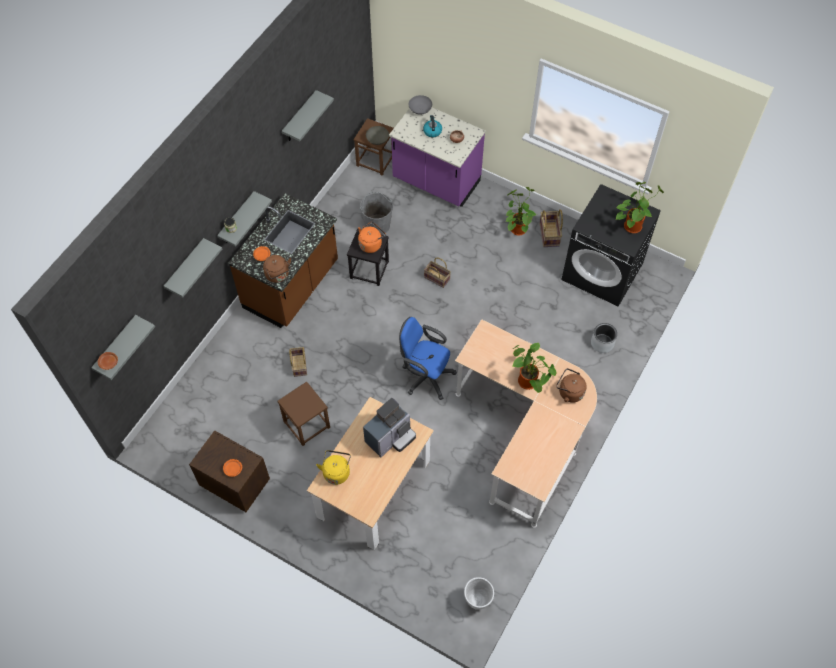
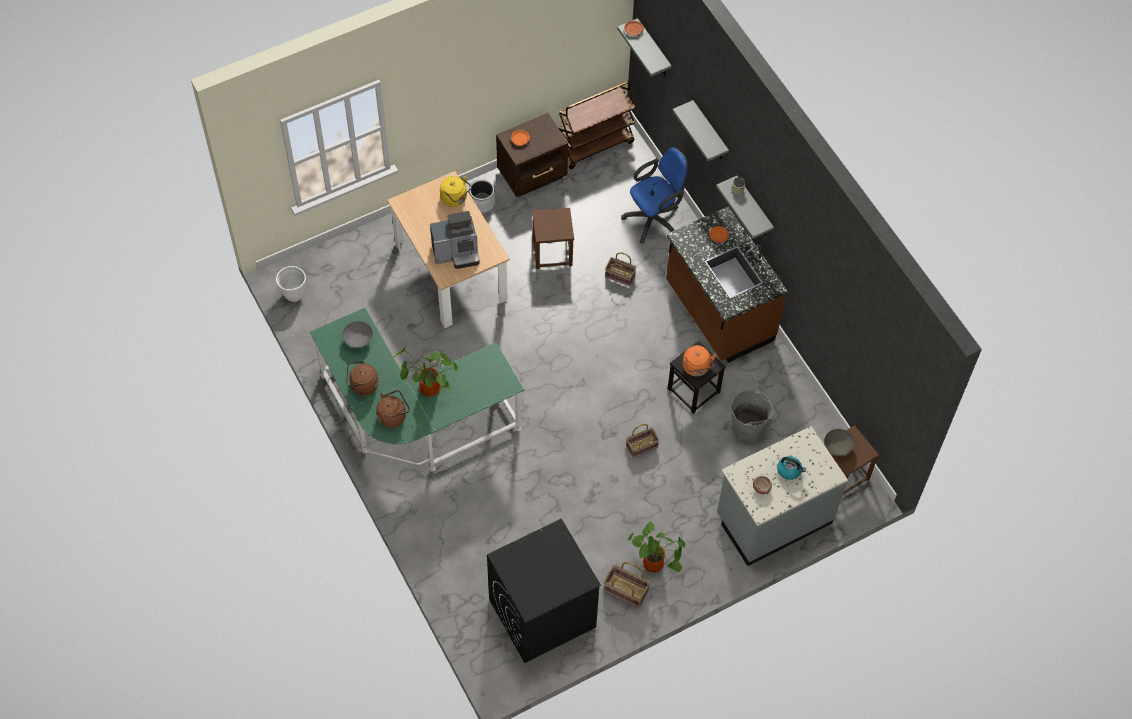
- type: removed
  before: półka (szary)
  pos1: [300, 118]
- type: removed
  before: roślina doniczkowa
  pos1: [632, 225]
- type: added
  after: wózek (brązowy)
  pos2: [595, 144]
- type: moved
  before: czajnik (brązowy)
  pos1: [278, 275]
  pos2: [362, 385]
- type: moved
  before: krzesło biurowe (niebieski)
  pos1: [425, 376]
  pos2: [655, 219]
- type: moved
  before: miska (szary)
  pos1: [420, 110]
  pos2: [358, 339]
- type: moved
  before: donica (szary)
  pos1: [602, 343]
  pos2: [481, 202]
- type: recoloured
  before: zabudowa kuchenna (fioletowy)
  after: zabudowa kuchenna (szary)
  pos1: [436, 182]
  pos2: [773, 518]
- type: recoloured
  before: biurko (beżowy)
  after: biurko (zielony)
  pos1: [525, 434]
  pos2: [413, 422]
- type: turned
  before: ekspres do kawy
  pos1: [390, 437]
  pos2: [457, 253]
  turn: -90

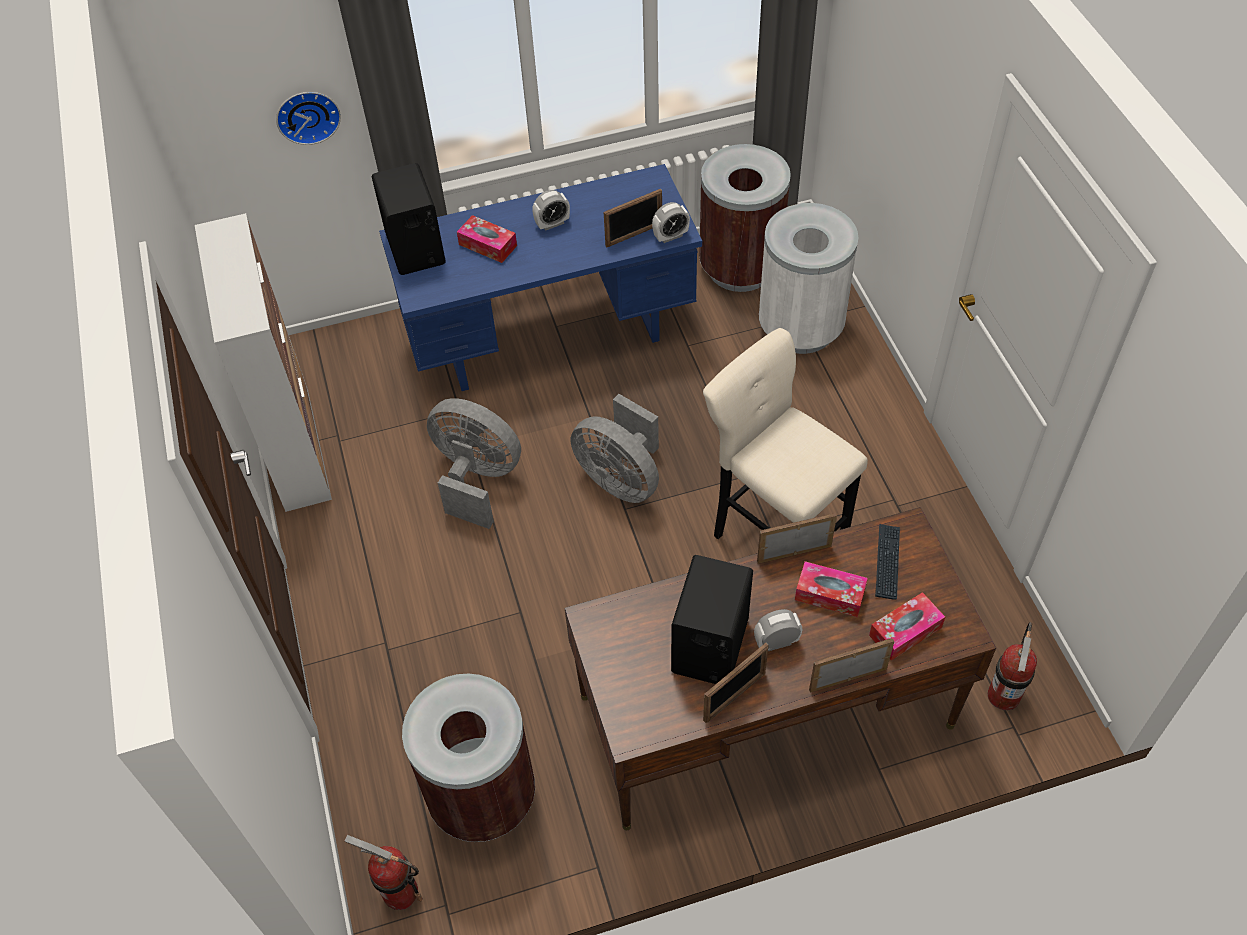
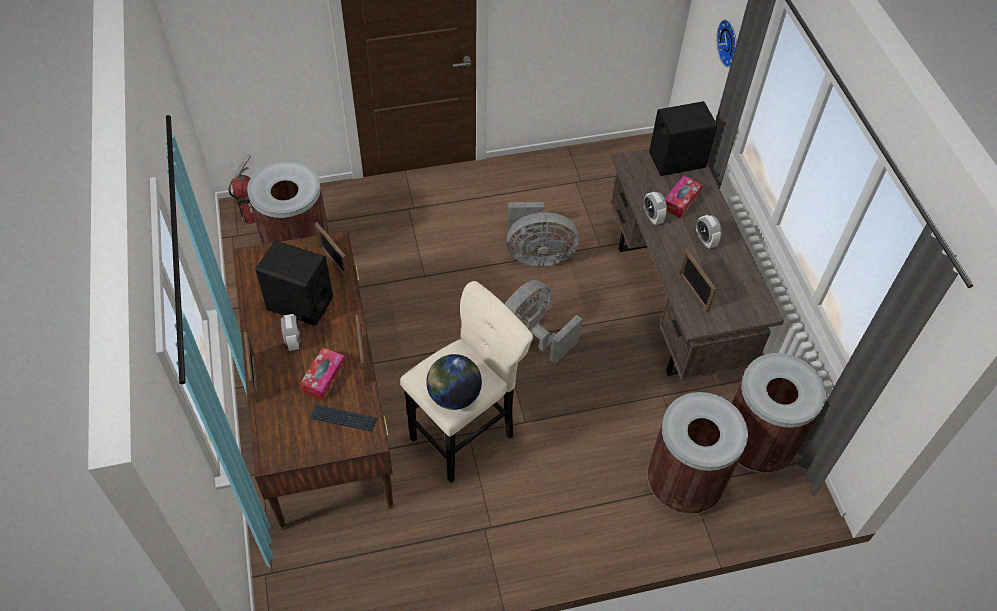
- type: removed
  before: szafka
  pos1: [297, 448]
- type: removed
  before: pudełko chusteczek
  pos1: [905, 631]
- type: removed
  before: gaśnica
  pos1: [1004, 695]
- type: added
  after: globus
  pos2: [454, 396]
- type: moved
  before: budzik
  pos1: [670, 236]
  pos2: [652, 217]
- type: moved
  before: ramka na zdjęcie
  pos1: [735, 696]
  pos2: [334, 263]
- type: recoloured
  before: biurko (niebieski)
  after: biurko (brązowy)
  pos1: [551, 335]
  pos2: [674, 304]
- type: recoloured
  before: kosz na śmieci (biały)
  after: kosz na śmieci (brązowy)
  pos1: [801, 328]
  pos2: [683, 484]
- type: turned
  before: wentylator (szary)
  pos1: [476, 479]
  pos2: [537, 255]
  turn: 60

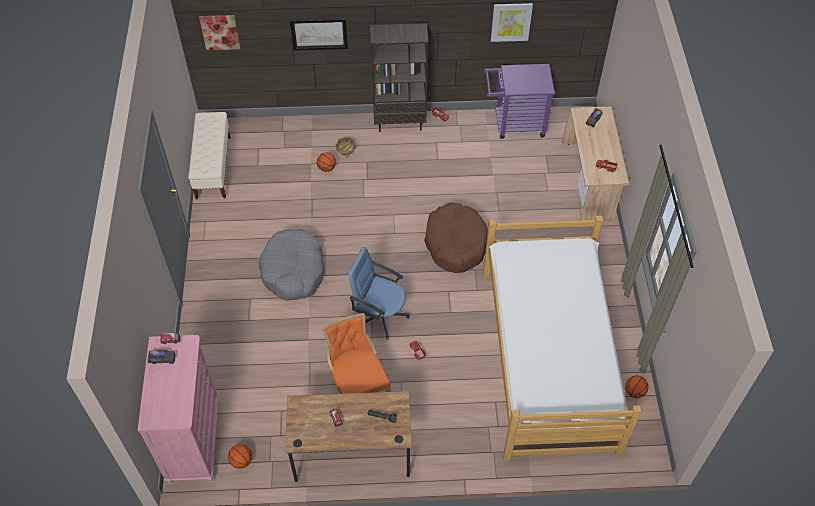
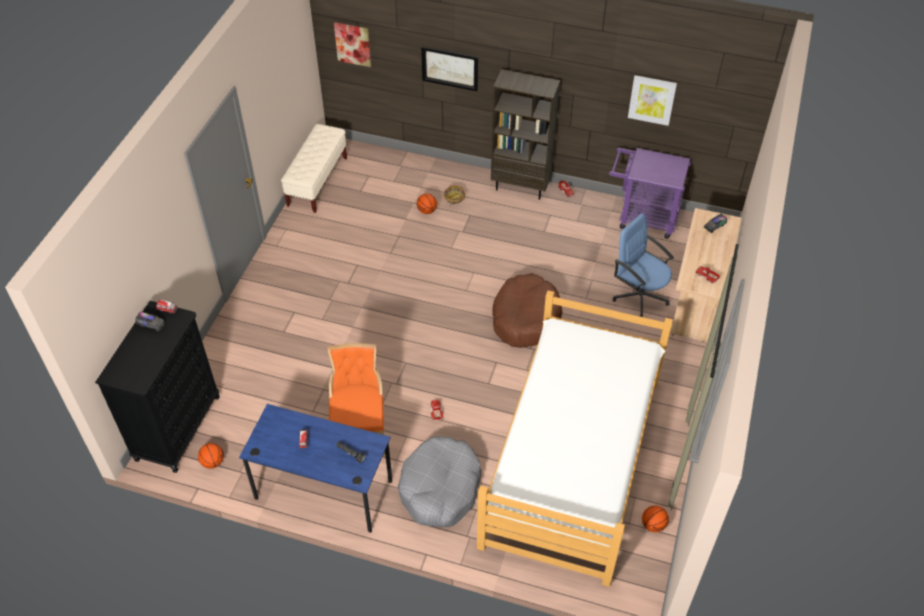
- type: moved
  before: legowisko (szary)
  pos1: [293, 271]
  pos2: [440, 488]
- type: moved
  before: krzesło biurowe (niebieski)
  pos1: [380, 315]
  pos2: [639, 295]
- type: recoloured
  before: komoda (różowy)
  after: komoda (czarny)
  pos1: [194, 440]
  pos2: [178, 428]
- type: recoloured
  before: biurko (brązowy)
  after: biurko (niebieski)
  pos1: [351, 452]
  pos2: [323, 489]

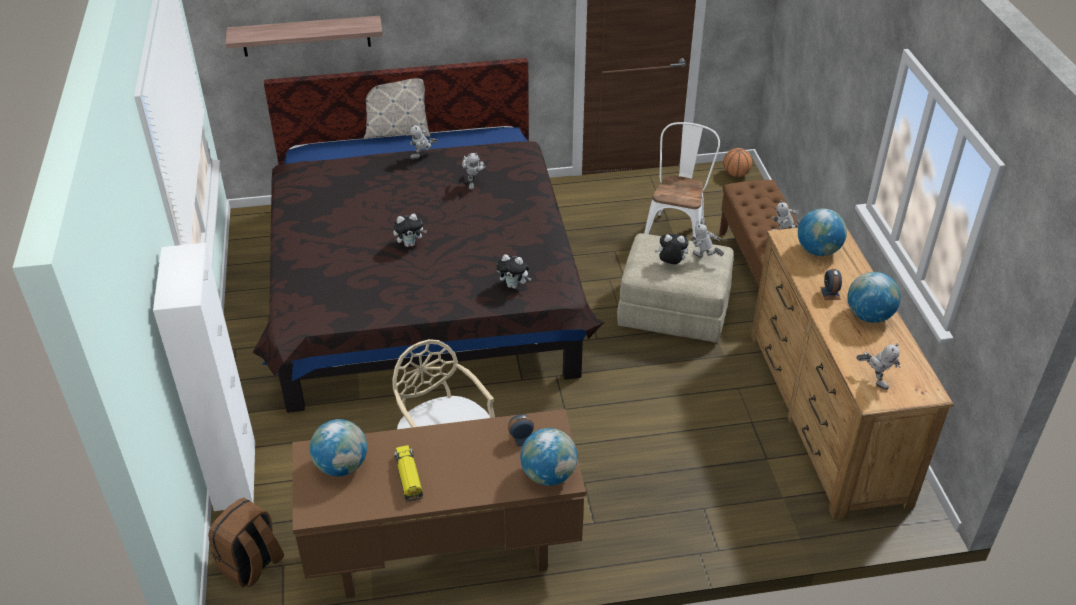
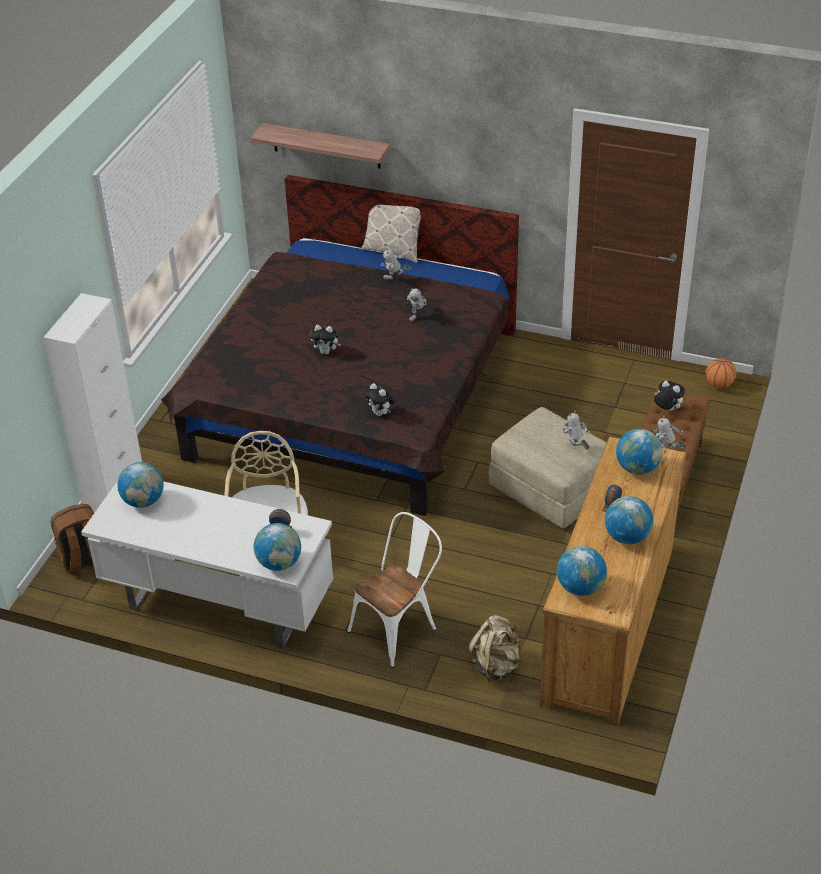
- type: removed
  before: ciężarówka zabawkowa
  pos1: [408, 477]
- type: added
  after: plecak (beżowy)
  pos2: [496, 665]
- type: moved
  before: krzesło (biały)
  pos1: [677, 231]
  pos2: [398, 628]
- type: moved
  before: pluszak
  pos1: [670, 264]
  pos2: [667, 409]
- type: replaced
  before: robot zabawkowy
  after: globus
  pos1: [874, 379]
  pos2: [580, 587]
- type: recoloured
  before: biurko (brązowy)
  after: biurko (biały)
  pos1: [443, 554]
  pos2: [217, 606]

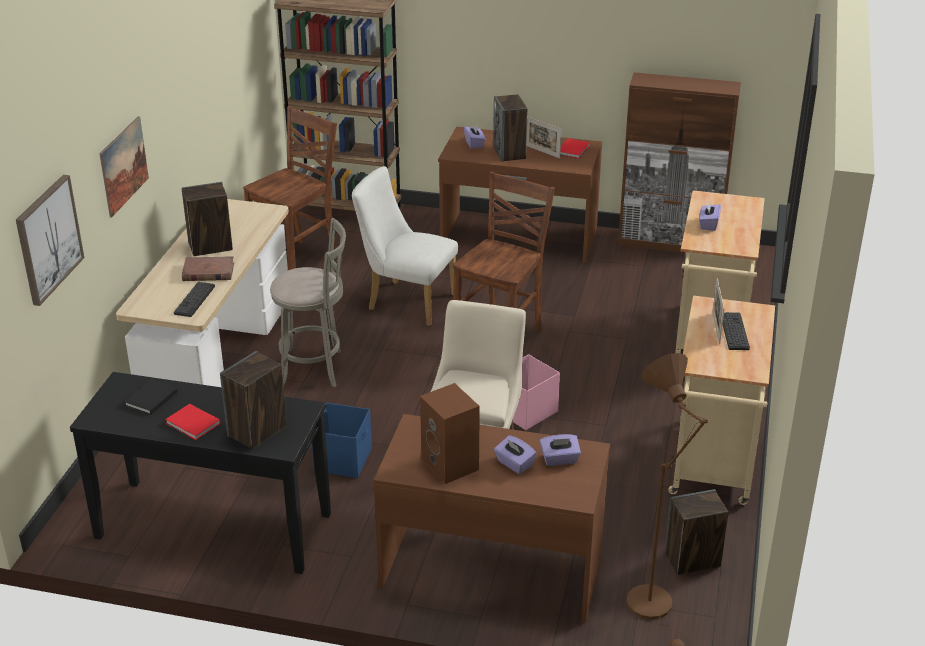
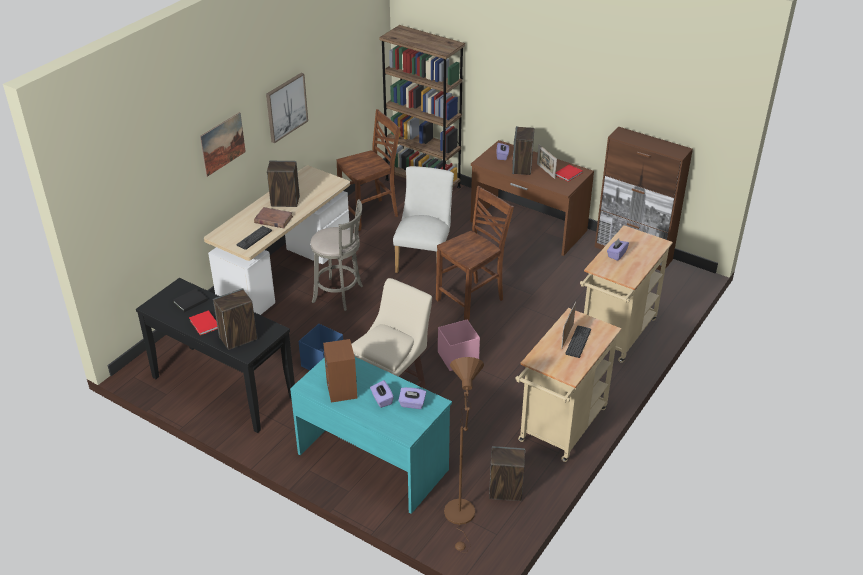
- type: moved
  before: obraz
  pos1: [48, 239]
  pos2: [286, 107]
- type: recoloured
  before: biurko (brązowy)
  after: biurko (turkusowy)
  pos1: [492, 568]
  pos2: [373, 460]
- type: turned
  before: krzesło (biały)
  pos1: [406, 301]
  pos2: [424, 259]
  turn: 60

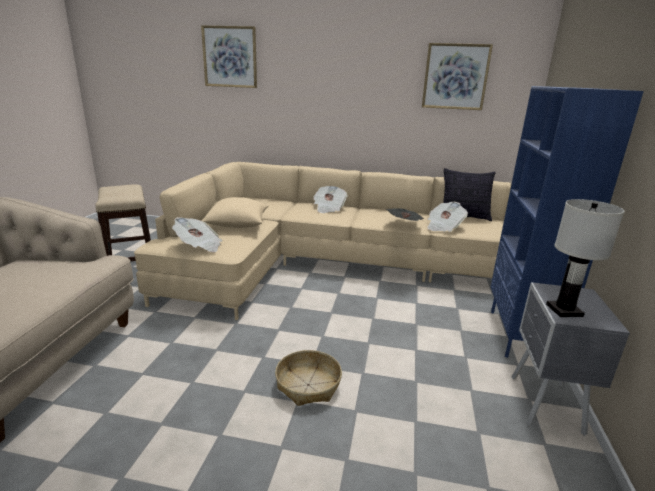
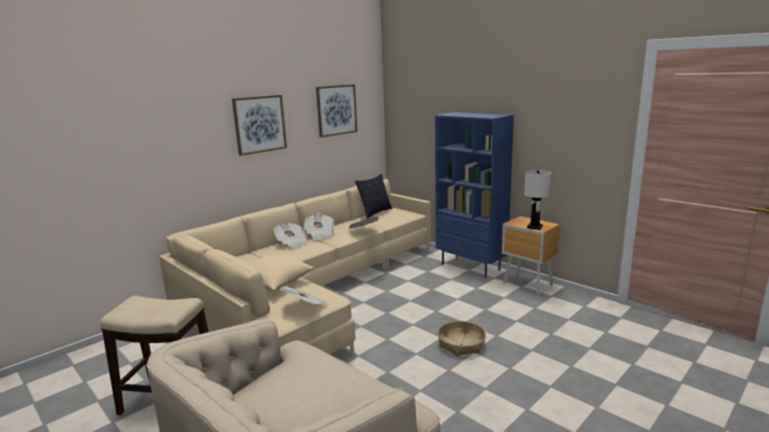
- type: moved
  before: obraz
  pos1: [230, 57]
  pos2: [259, 124]
- type: moved
  before: gazeta
  pos1: [443, 227]
  pos2: [319, 235]
- type: recoloured
  before: szafka nocna (szary)
  after: szafka nocna (brązowy)
  pos1: [544, 405]
  pos2: [528, 285]

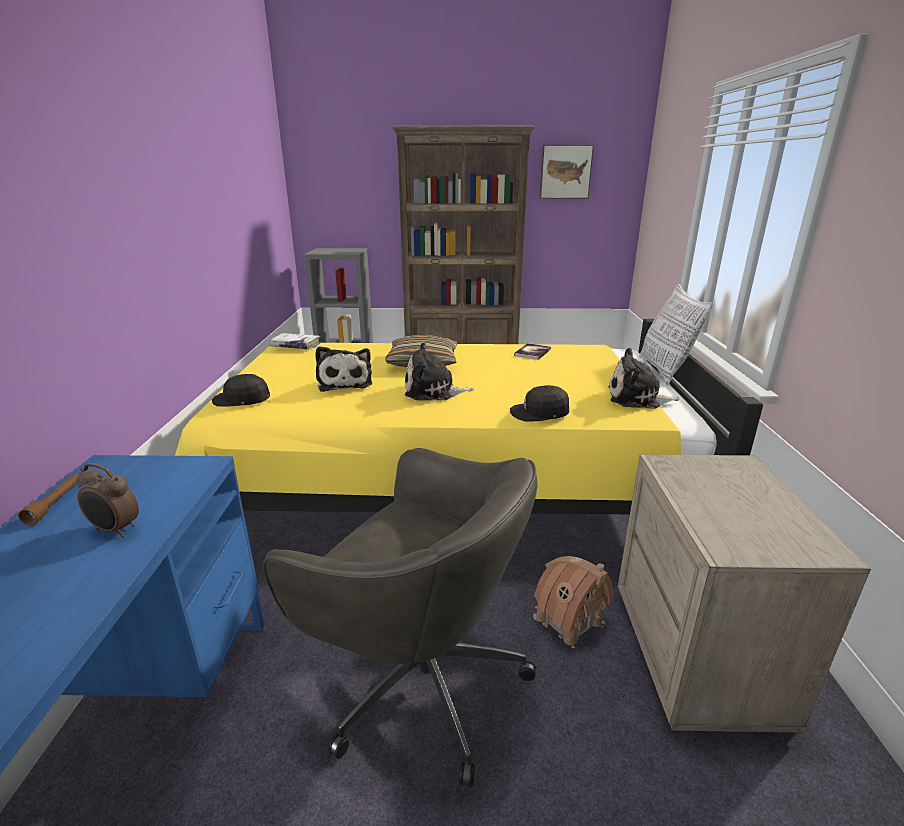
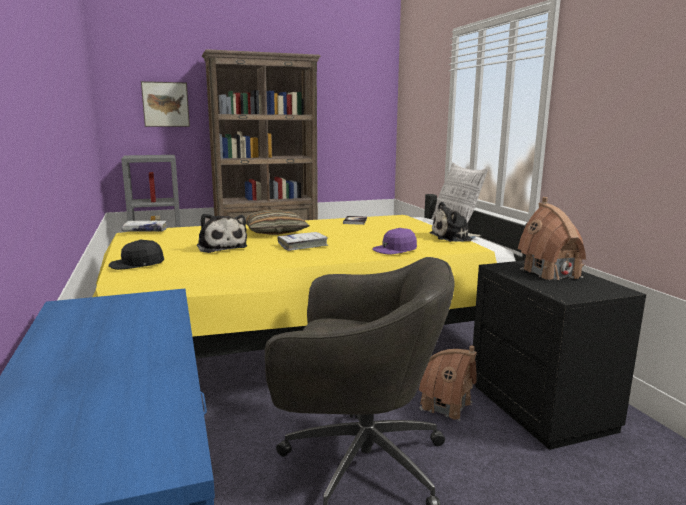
- type: removed
  before: latarka (brązowy)
  pos1: [56, 503]
- type: removed
  before: budzik
  pos1: [115, 530]
- type: added
  after: domek
  pos2: [551, 273]
- type: moved
  before: obraz
  pos1: [565, 172]
  pos2: [165, 104]
- type: replaced
  before: pluszak
  after: książka (biały)
  pos1: [433, 391]
  pos2: [302, 245]
- type: recoloured
  before: czapka z daszkiem (czarny)
  after: czapka z daszkiem (fioletowy)
  pos1: [539, 413]
  pos2: [395, 249]
- type: recoloured
  before: szafka nocna (beżowy)
  after: szafka nocna (czarny)
  pos1: [698, 655]
  pos2: [542, 407]

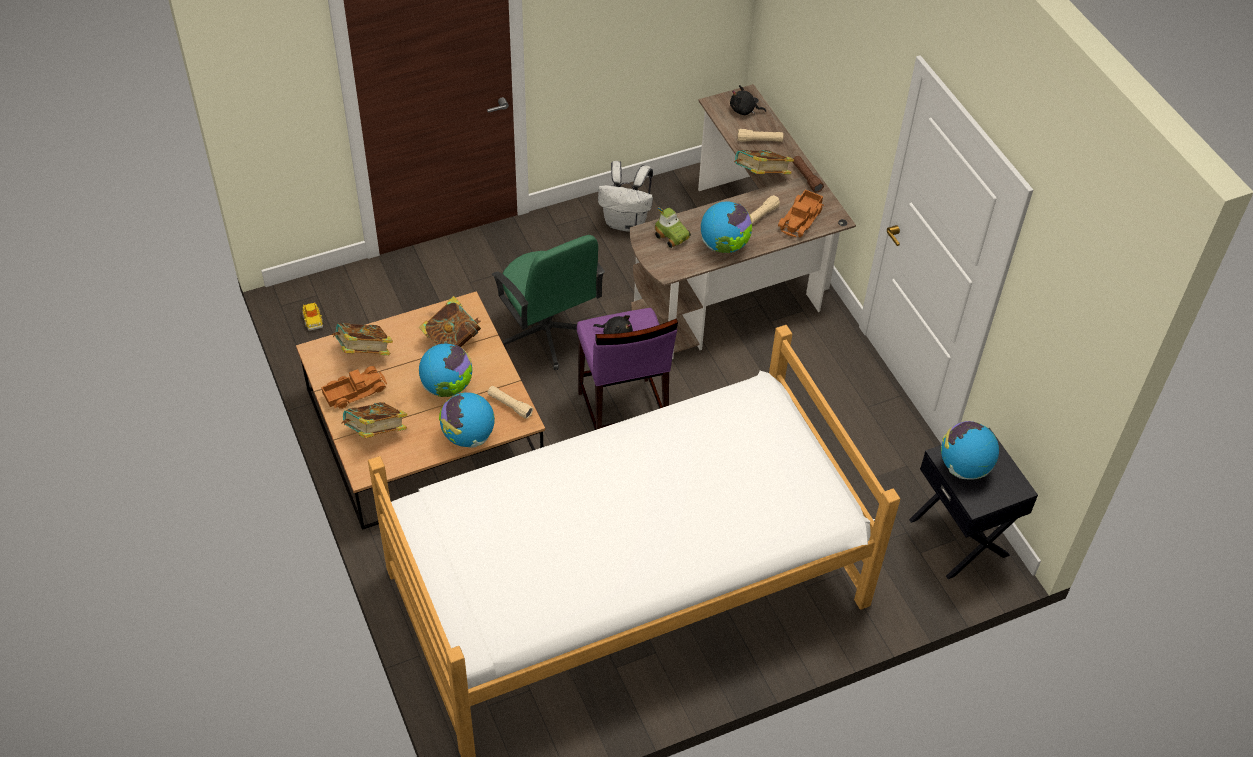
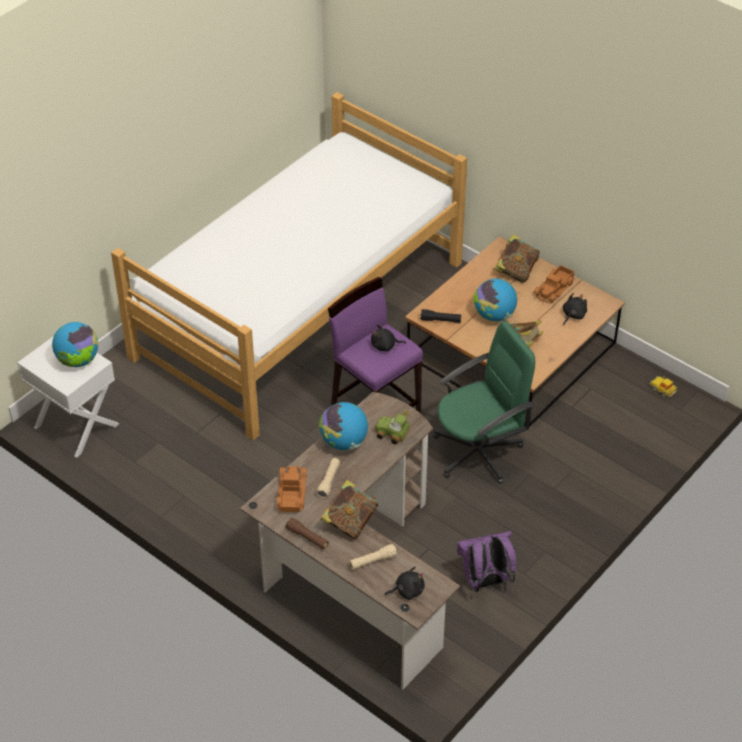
- type: removed
  before: globus
  pos1: [468, 436]
- type: replaced
  before: książka
  after: pluszak (czarny)
  pos1: [364, 352]
  pos2: [573, 315]
- type: recoloured
  before: latarka (beżowy)
  after: latarka (czarny)
  pos1: [510, 405]
  pos2: [440, 320]
- type: recoloured
  before: plecak (biały)
  after: plecak (fioletowy)
  pos1: [626, 222]
  pos2: [485, 581]
- type: recoloured
  before: szafka nocna (czarny)
  after: szafka nocna (biały)
  pos1: [960, 537]
  pos2: [75, 426]
- type: turned
  before: krzesło biurowe (zielony)
  pos1: [546, 333]
  pos2: [478, 452]
  turn: 120

